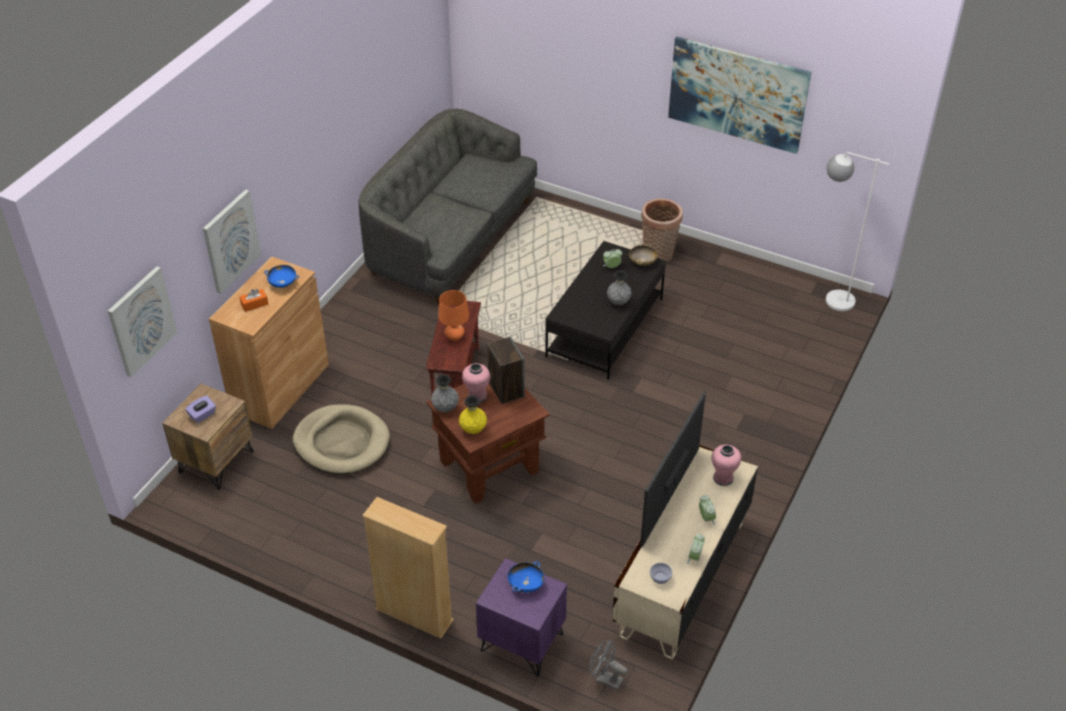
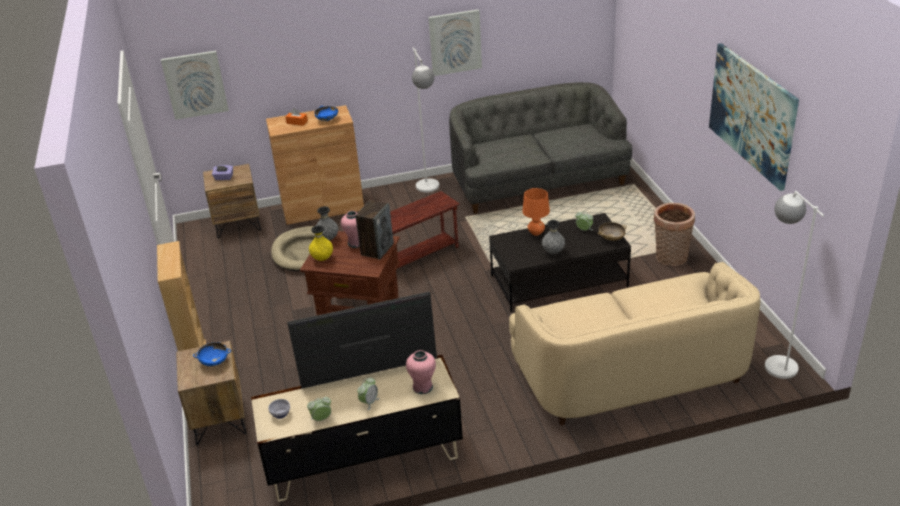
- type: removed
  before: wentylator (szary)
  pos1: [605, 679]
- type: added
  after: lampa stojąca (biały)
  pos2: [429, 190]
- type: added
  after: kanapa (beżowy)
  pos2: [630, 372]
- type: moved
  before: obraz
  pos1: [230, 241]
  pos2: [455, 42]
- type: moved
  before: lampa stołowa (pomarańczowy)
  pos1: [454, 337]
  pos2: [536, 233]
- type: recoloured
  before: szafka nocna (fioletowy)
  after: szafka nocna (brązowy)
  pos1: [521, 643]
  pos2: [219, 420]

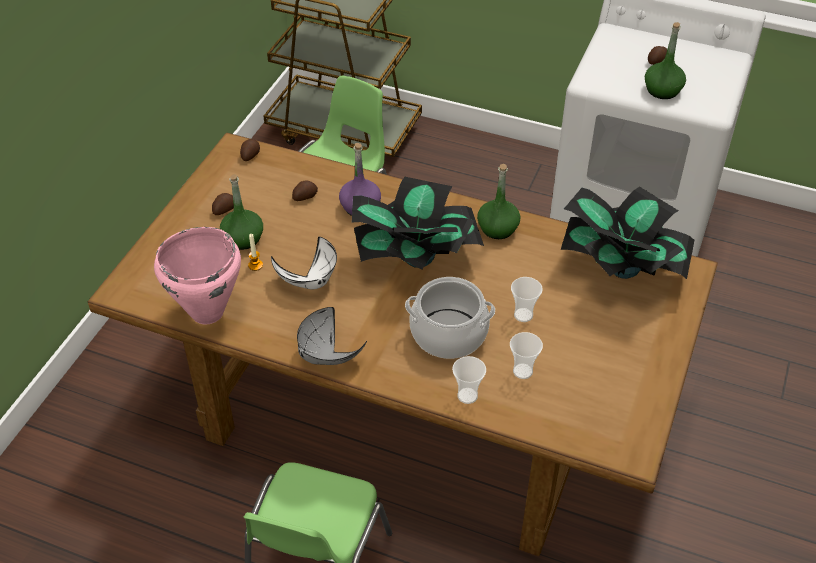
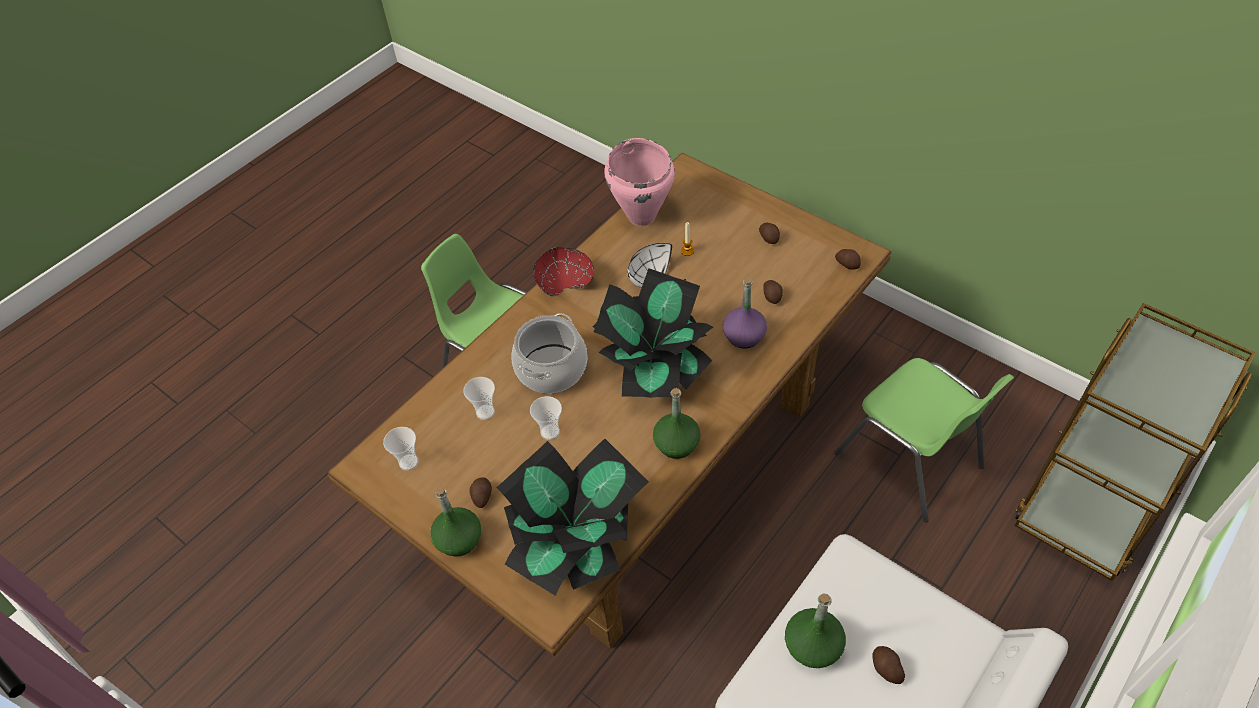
- type: added
  after: ziemniak
  pos2: [481, 496]
- type: moved
  before: butelka (zielony)
  pos1: [243, 239]
  pos2: [458, 539]
- type: moved
  before: filiżanka
  pos1: [467, 396]
  pos2: [408, 462]
- type: recoloured
  before: miska (szary)
  after: miska (czerwony)
  pos1: [328, 356]
  pos2: [562, 283]

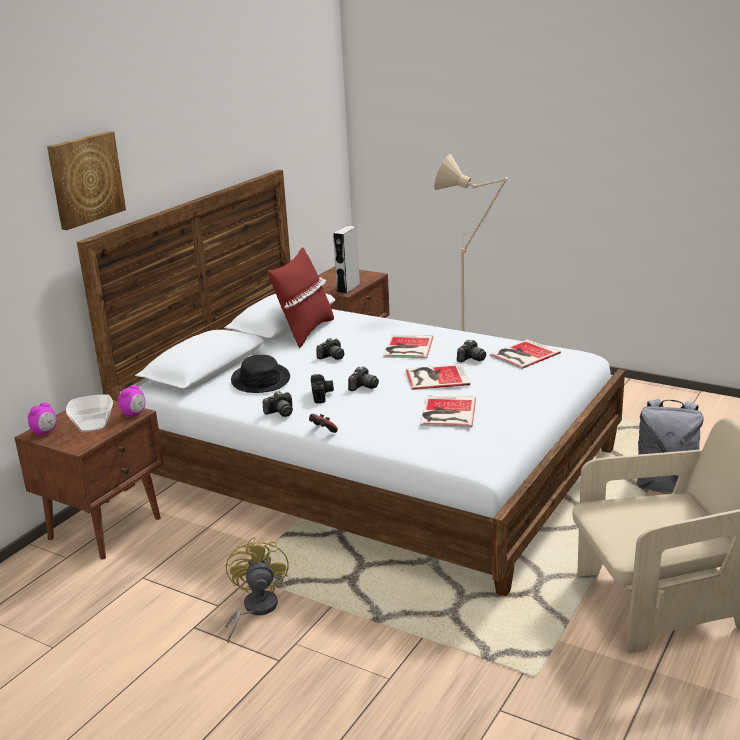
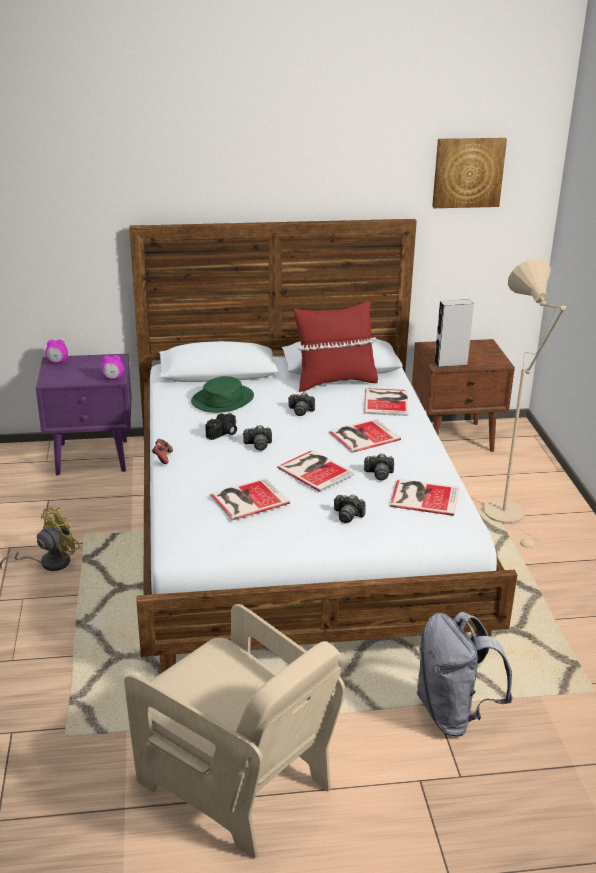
- type: removed
  before: miska
  pos1: [93, 425]
- type: added
  after: książka
  pos2: [387, 402]
- type: moved
  before: obraz
  pos1: [85, 179]
  pos2: [468, 172]
- type: moved
  before: aparat fotograficzny
  pos1: [280, 412]
  pos2: [348, 516]
- type: recoloured
  before: szafka nocna (brązowy)
  after: szafka nocna (fioletowy)
  pos1: [107, 527]
  pos2: [93, 457]
- type: recoloured
  before: kapelusz (czarny)
  after: kapelusz (zielony)
  pos1: [260, 380]
  pos2: [222, 399]

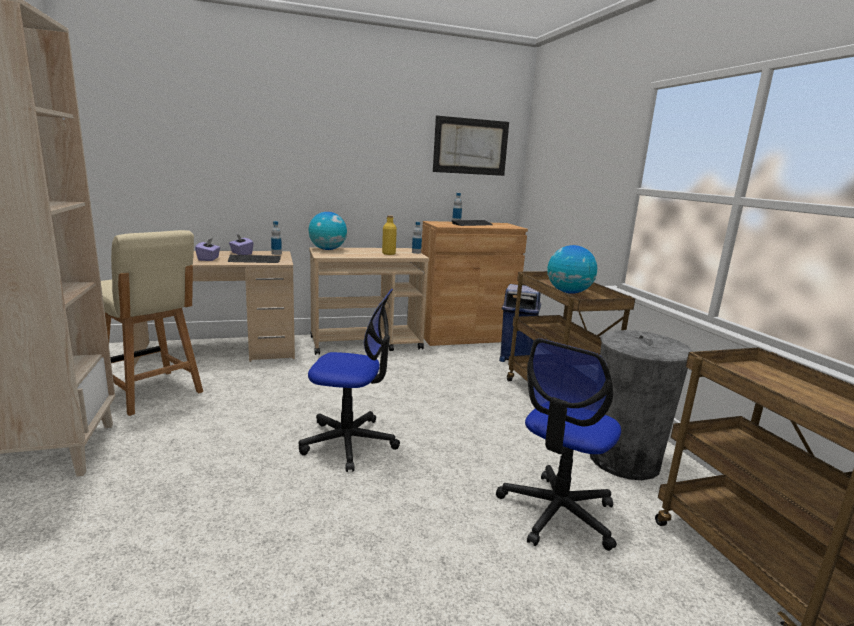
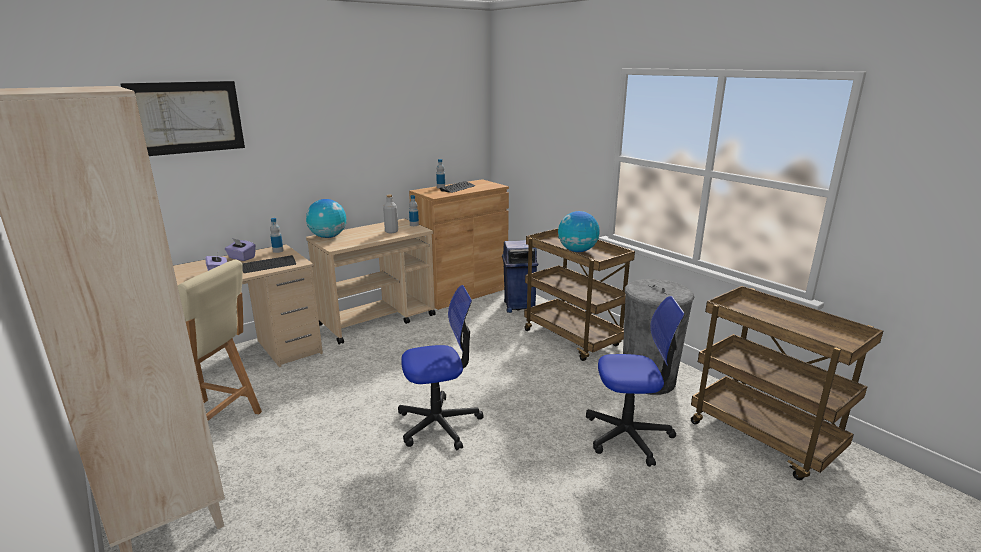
- type: moved
  before: obraz
  pos1: [470, 146]
  pos2: [186, 117]
- type: recoloured
  before: butelka (żółty)
  after: butelka (szary)
  pos1: [388, 253]
  pos2: [391, 231]
- type: turned
  before: krzesło biurowe
  pos1: [557, 513]
  pos2: [628, 435]
  turn: -105

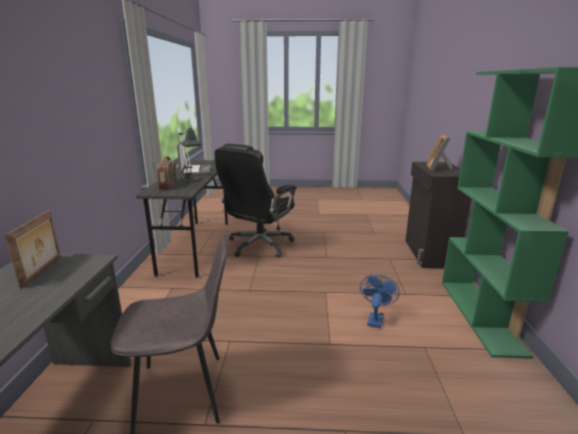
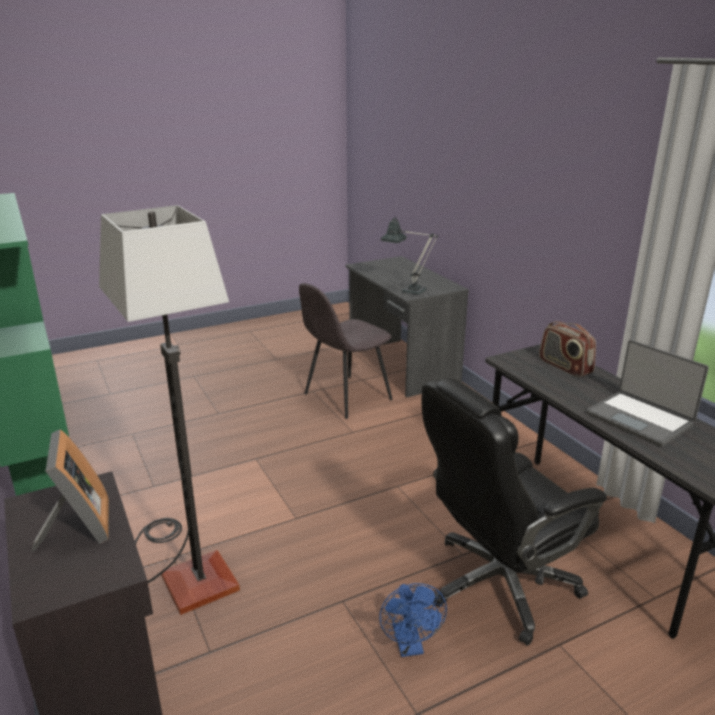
- type: removed
  before: ramka na zdjęcie
  pos1: [43, 271]
- type: added
  after: lampa stojąca
  pos2: [186, 572]
- type: moved
  before: lampa stołowa
  pos1: [190, 181]
  pos2: [408, 290]
- type: moved
  before: wentylator (niebieski)
  pos1: [375, 318]
  pos2: [410, 646]
- type: turned
  before: krzesło biurowe (czarny)
  pos1: [259, 245]
  pos2: [498, 584]
  turn: -120

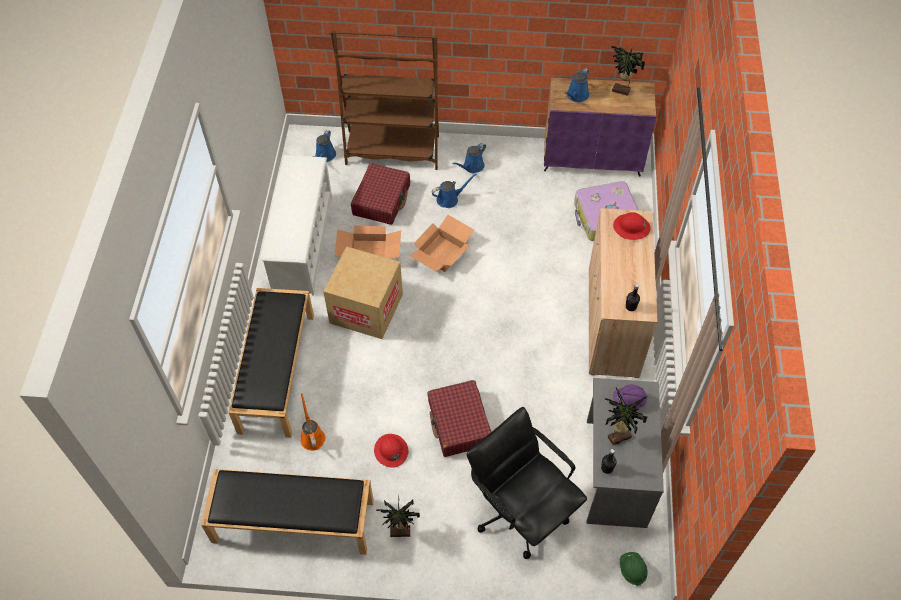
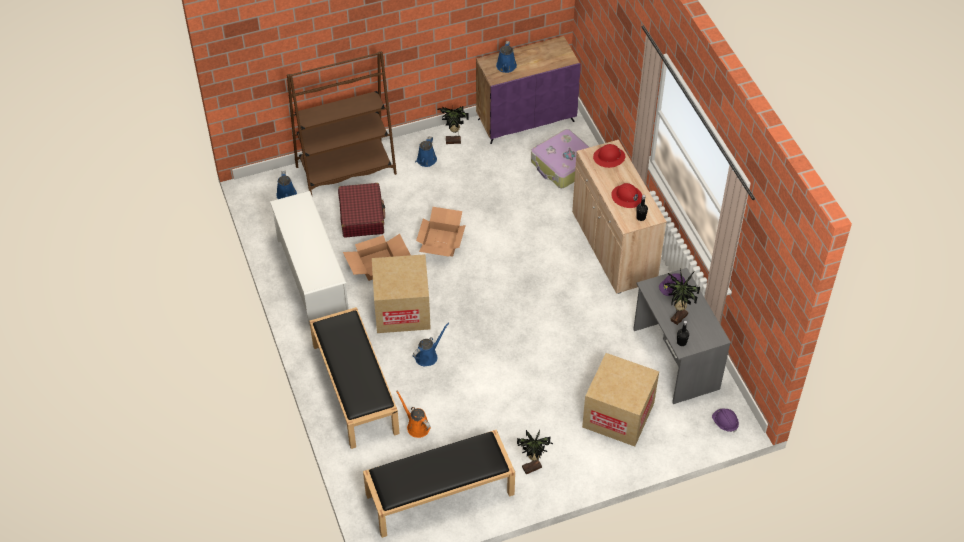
- type: removed
  before: walizka (czerwony)
  pos1: [459, 424]
- type: moved
  before: kask (czerwony)
  pos1: [391, 451]
  pos2: [627, 197]
- type: moved
  before: konewka (niebieski)
  pos1: [449, 199]
  pos2: [428, 356]
- type: moved
  before: roślina doniczkowa
  pos1: [621, 91]
  pos2: [453, 142]
- type: replaced
  before: krzesło biurowe (czarny)
  after: karton
  pos1: [521, 511]
  pos2: [618, 415]
- type: recoloured
  before: kask (zielony)
  after: kask (fioletowy)
  pos1: [632, 570]
  pos2: [724, 423]

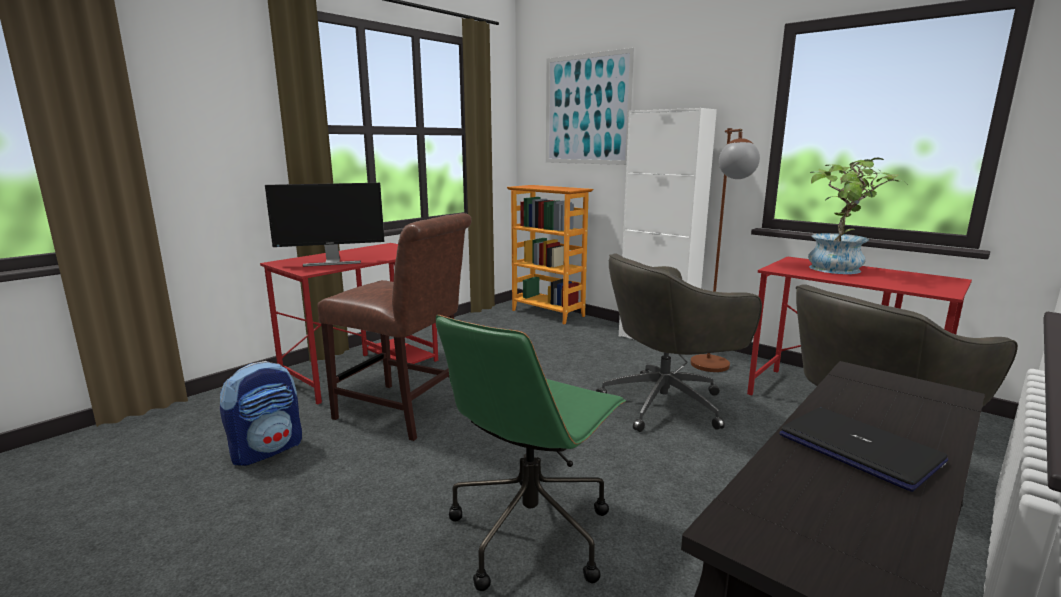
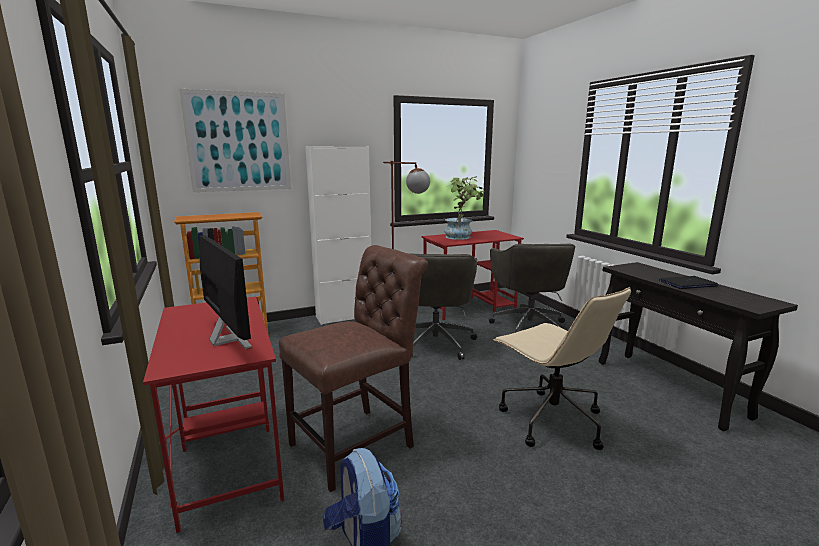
- type: recoloured
  before: krzesło biurowe (zielony)
  after: krzesło biurowe (beżowy)
  pos1: [531, 531]
  pos2: [550, 420]
- type: turned
  before: monitor
  pos1: [332, 262]
  pos2: [227, 340]
  turn: -45

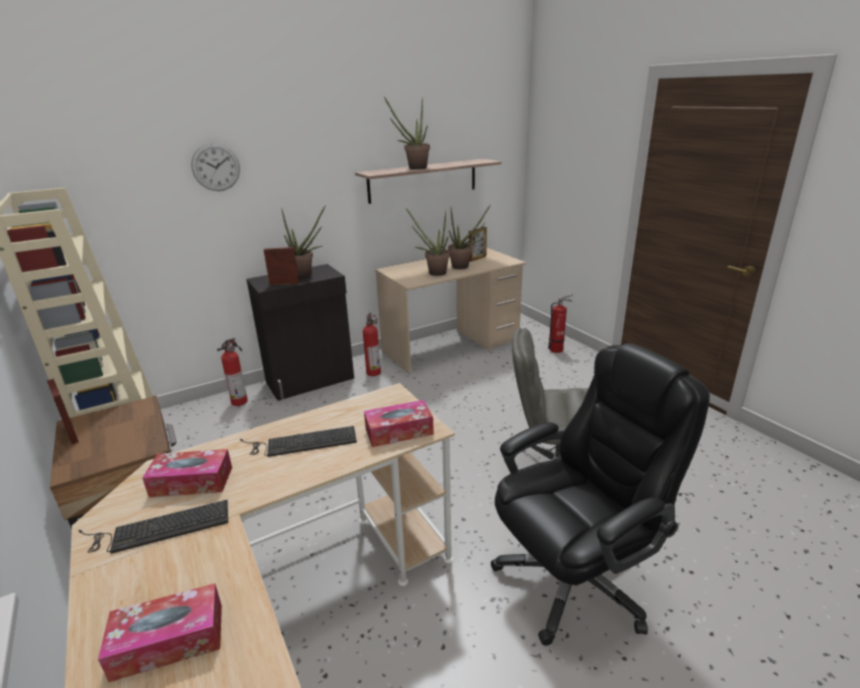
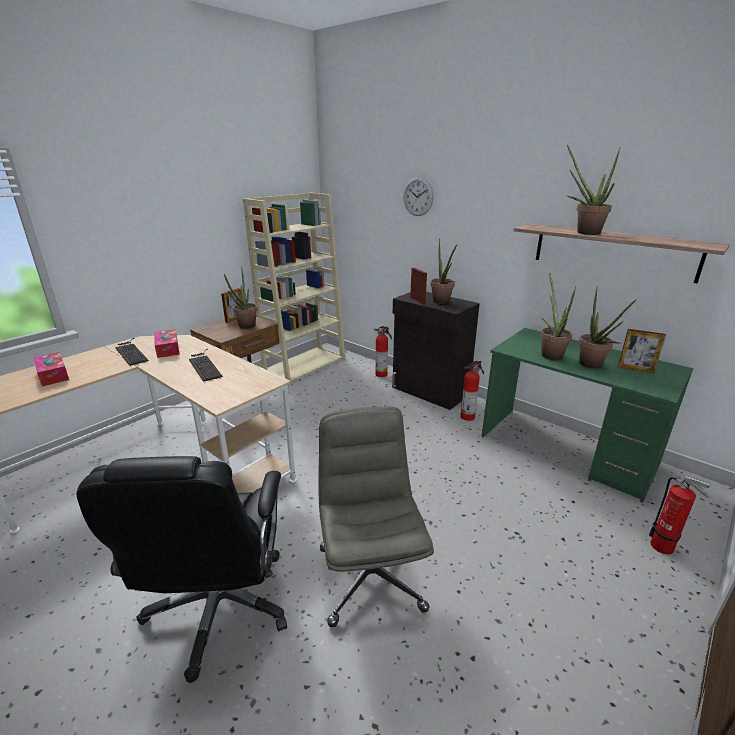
- type: removed
  before: pudełko chusteczek
  pos1: [399, 431]
- type: added
  after: roślina doniczkowa
  pos2: [245, 327]
- type: recoloured
  before: biurko (beżowy)
  after: biurko (zielony)
  pos1: [451, 346]
  pos2: [566, 450]
- type: turned
  before: krzesło biurowe (czarny)
  pos1: [575, 578]
  pos2: [219, 608]
  turn: 45

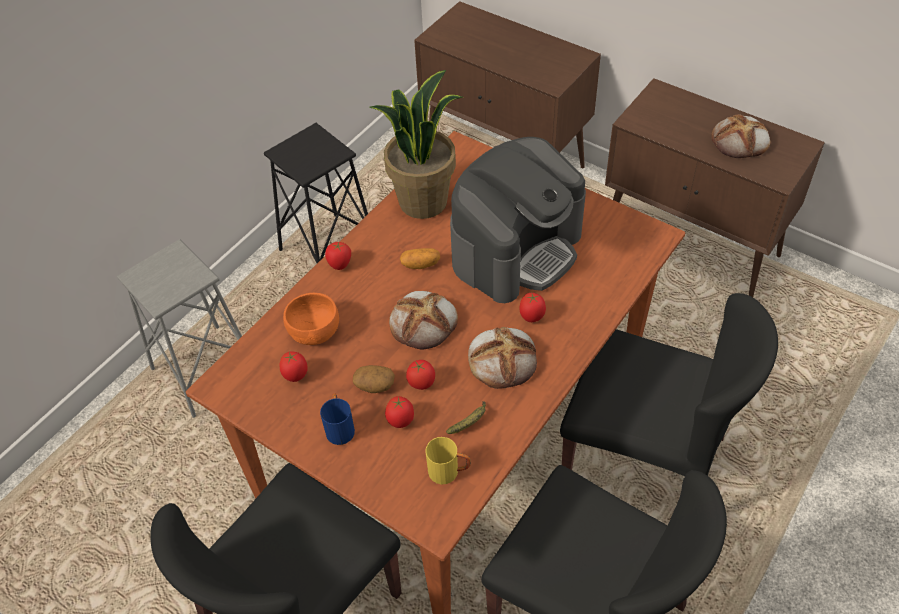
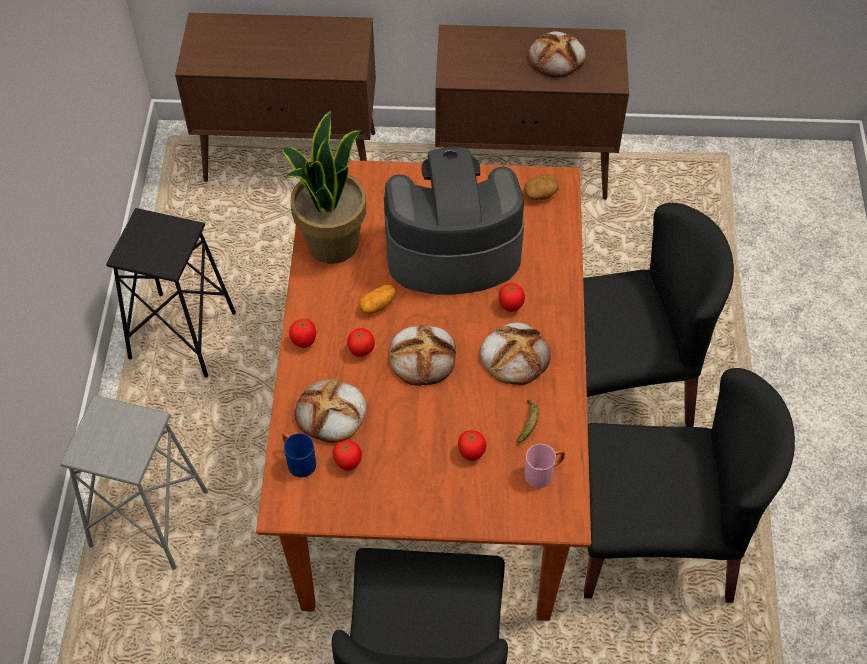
- type: moved
  before: kubek (niebieski)
  pos1: [339, 427]
  pos2: [298, 461]
- type: moved
  before: ziemniak
  pos1: [374, 385]
  pos2: [540, 194]
- type: moved
  before: pomidor
  pos1: [421, 384]
  pos2: [361, 351]
- type: replaced
  before: miska (pomarańczowy)
  after: chleb
  pos1: [314, 331]
  pos2: [331, 414]
- type: recoloured
  before: kubek (żółty)
  after: kubek (różowy)
  pos1: [449, 472]
  pos2: [543, 473]
- type: turned
  before: ekspres do kawy
  pos1: [516, 249]
  pos2: [452, 250]
  turn: -105

